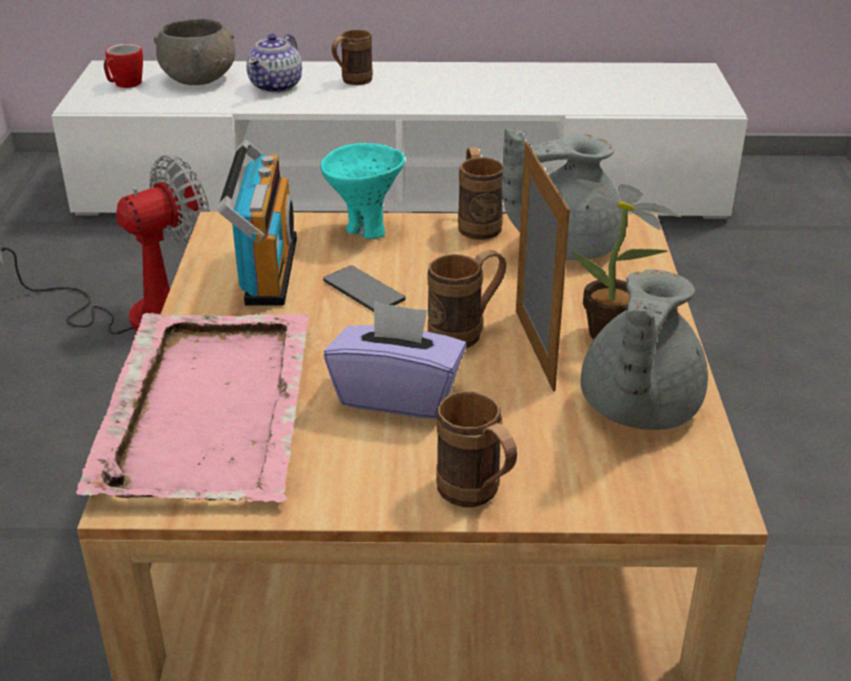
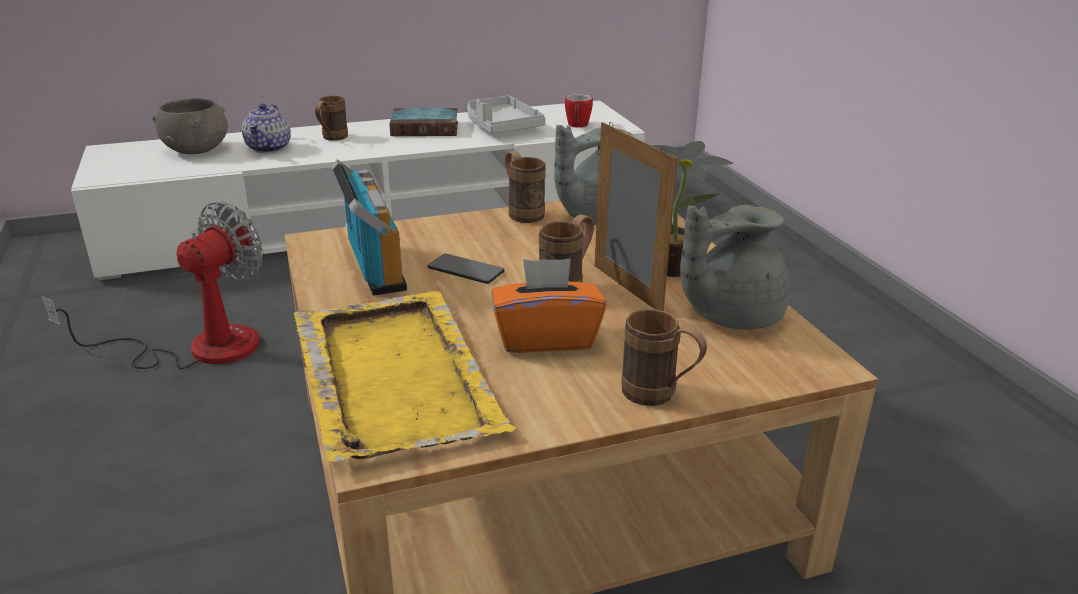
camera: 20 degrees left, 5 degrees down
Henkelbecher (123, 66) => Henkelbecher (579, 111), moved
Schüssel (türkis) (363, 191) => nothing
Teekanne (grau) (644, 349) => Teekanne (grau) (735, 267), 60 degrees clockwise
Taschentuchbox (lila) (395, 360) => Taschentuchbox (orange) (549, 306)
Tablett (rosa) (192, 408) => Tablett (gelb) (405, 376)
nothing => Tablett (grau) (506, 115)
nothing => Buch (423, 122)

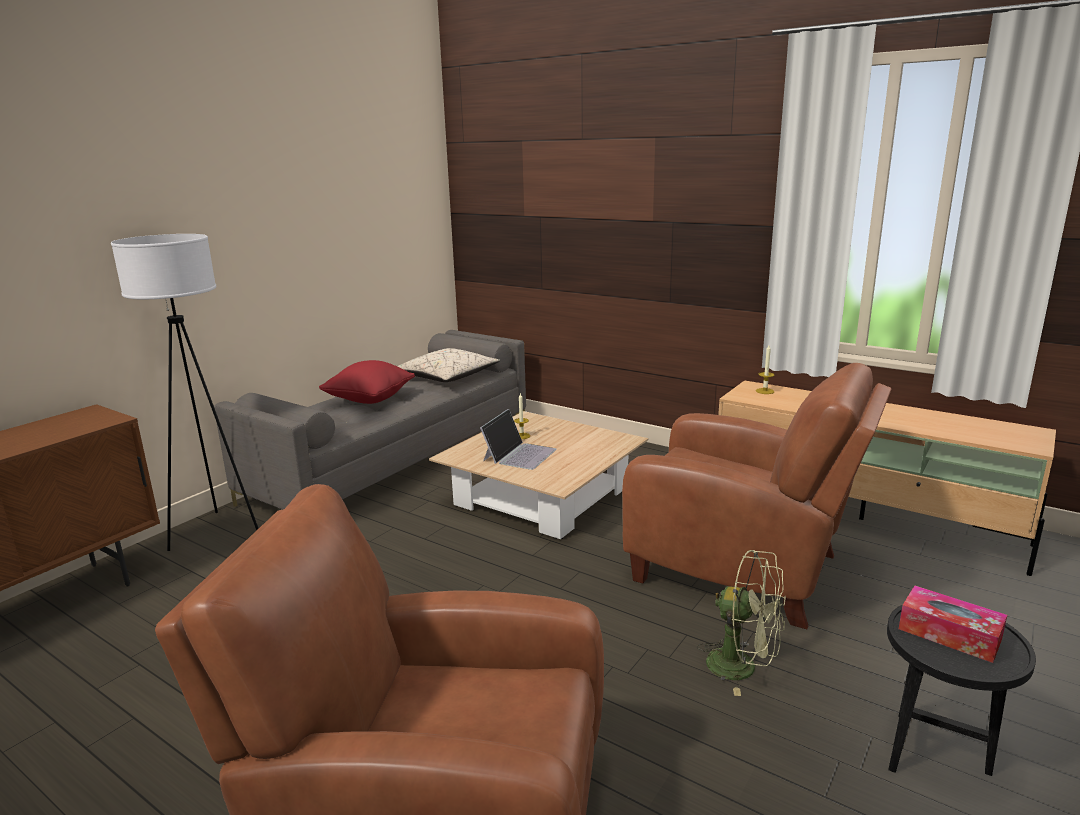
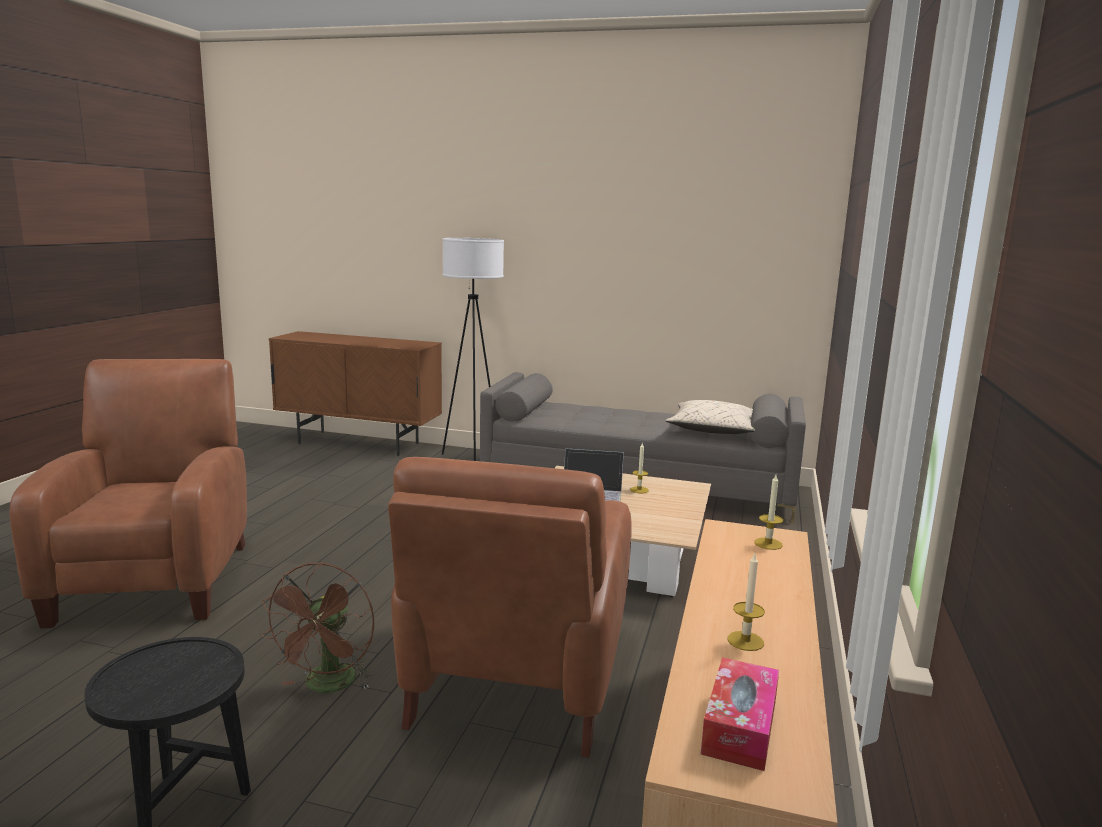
camera: 70 degrees right, 5 degrees down
Kissen (rot) (367, 382) => nothing
Ventilator (grün) (741, 623) => Ventilator (braun) (317, 627)
Taschentuchbox (953, 624) => Taschentuchbox (740, 714), moved
nothing => Kerze (746, 602)

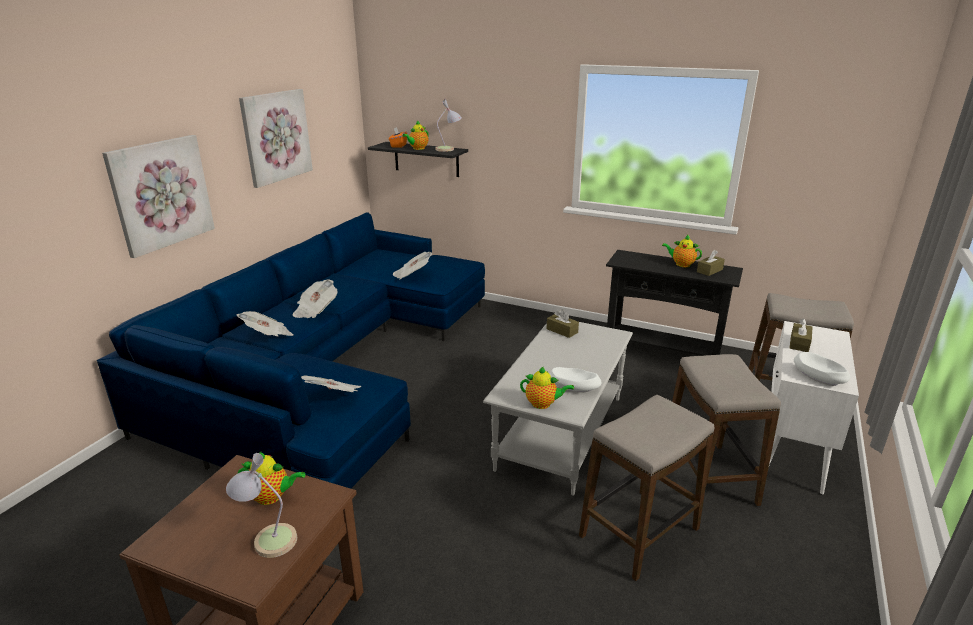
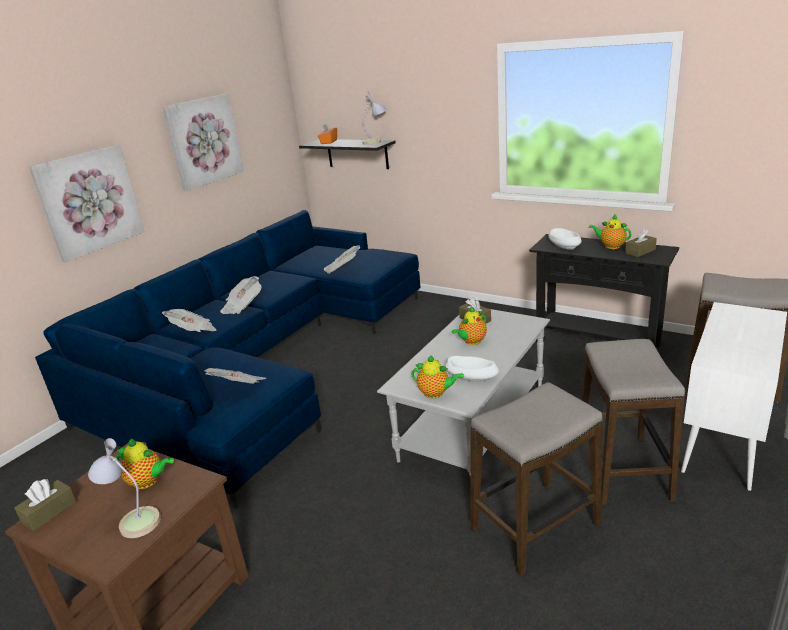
camera: 10 degrees right, 0 degrees up
Teekanne (416, 135) => Teekanne (469, 325), moved
Taschentuchbox (braun) (801, 335) => Taschentuchbox (braun) (46, 505), moved
Schüssel (weiß) (822, 369) => Schüssel (weiß) (565, 239), moved

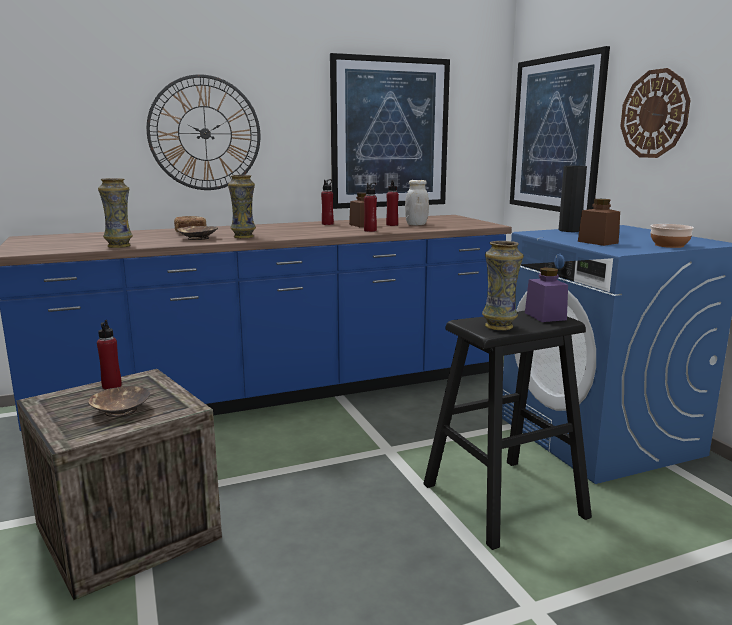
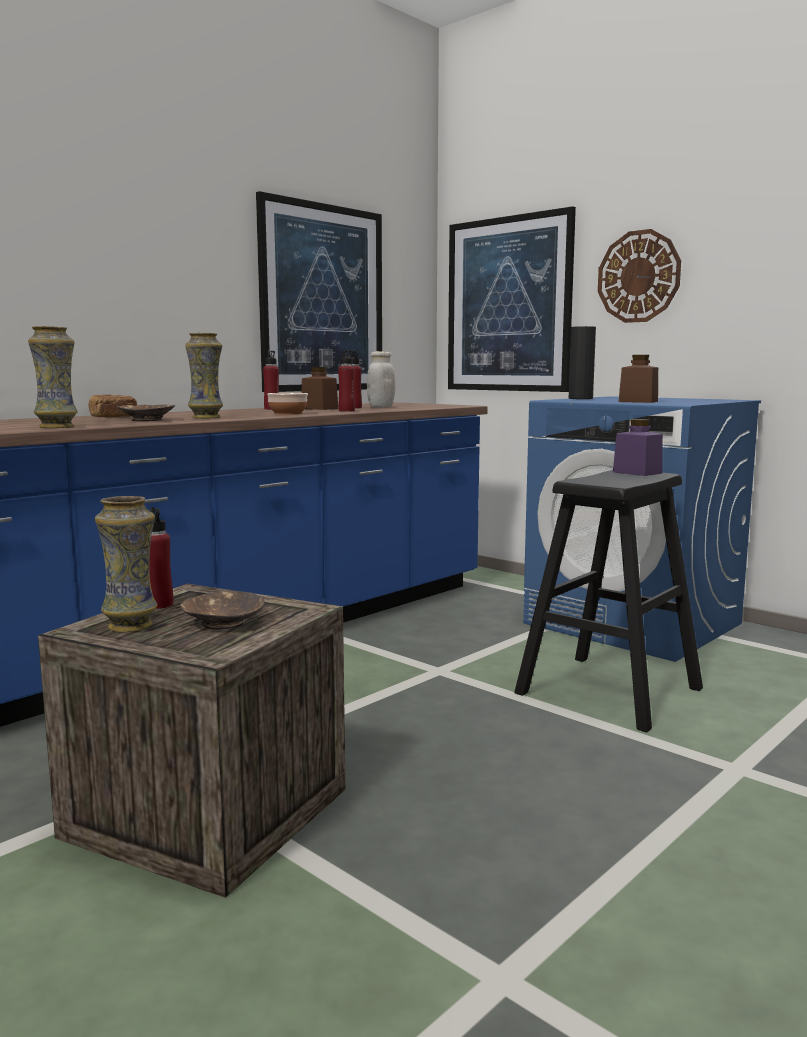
camera: 25 degrees left, 5 degrees down
Wanduhr (203, 132) => nothing
Schüssel (672, 236) => Schüssel (287, 403), moved
Vase (503, 285) => Vase (126, 564), moved

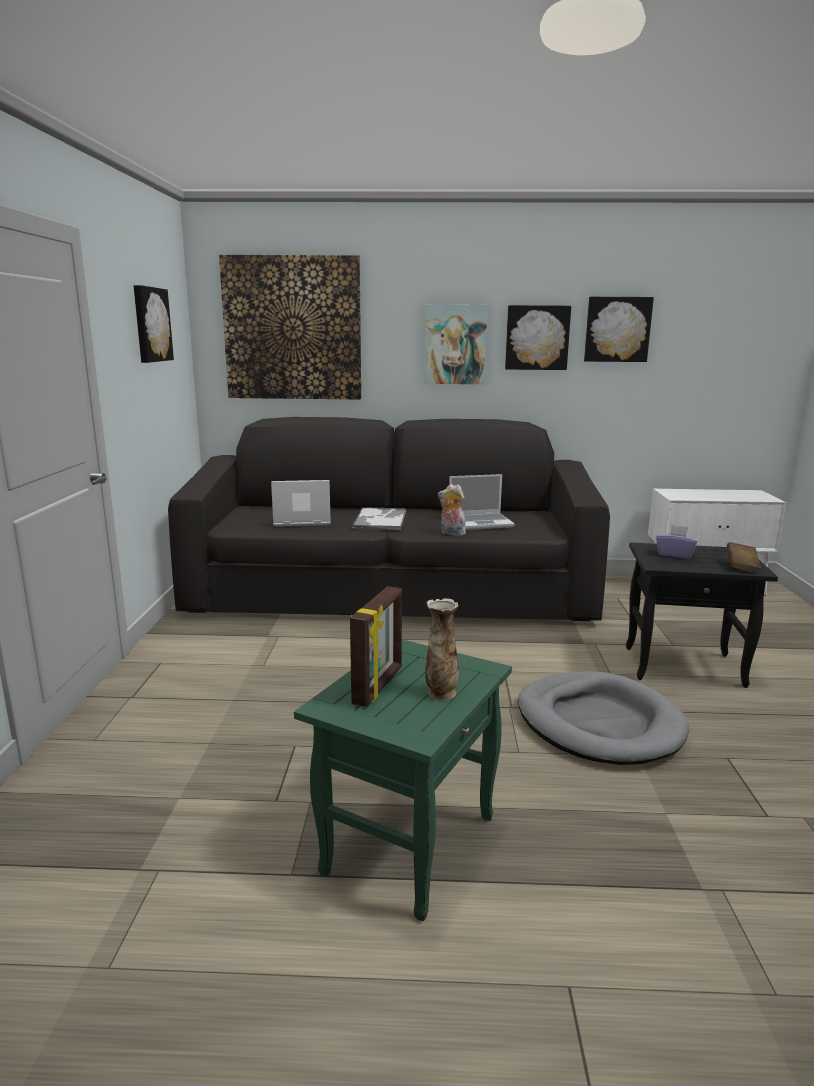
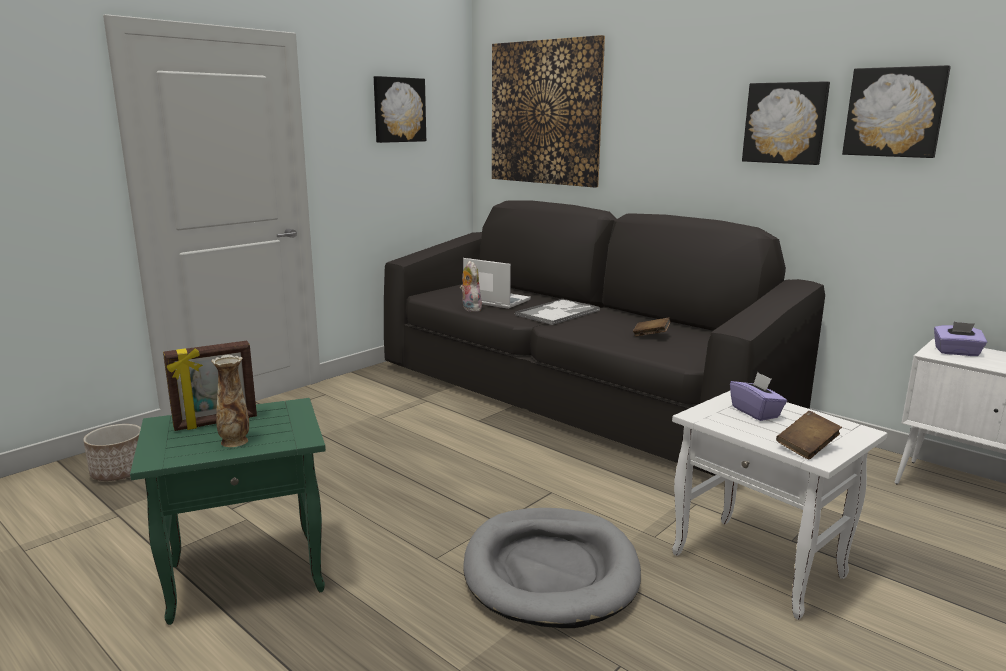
camera: 40 degrees right, 0 degrees up
Bild (456, 344) => nothing
Laptop (482, 502) => Buch (braun) (651, 327)
Plüschtier (452, 510) => Plüschtier (471, 286), moved
Beistelltisch (schwarz) (702, 615) => Beistelltisch (weiß) (780, 505)
nothing => Taschentuchbox (lila) (960, 339)
nothing => Pflanzkübel (112, 452)

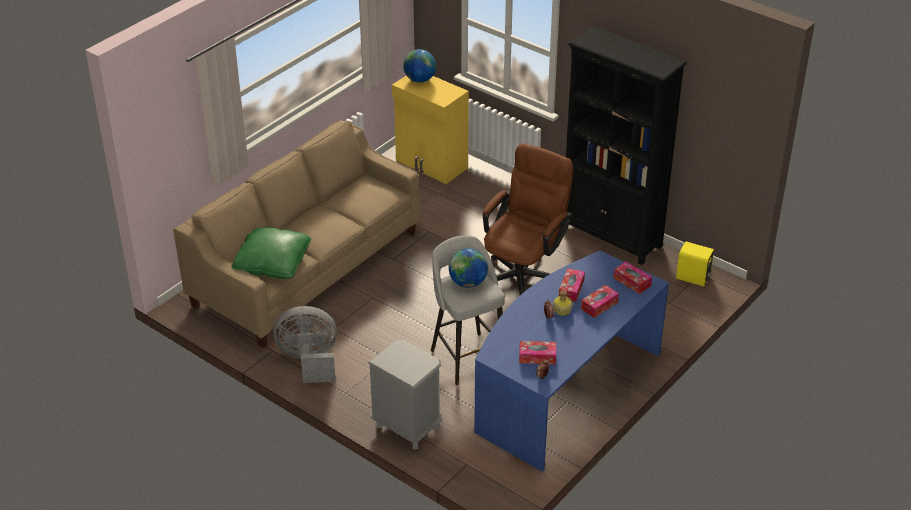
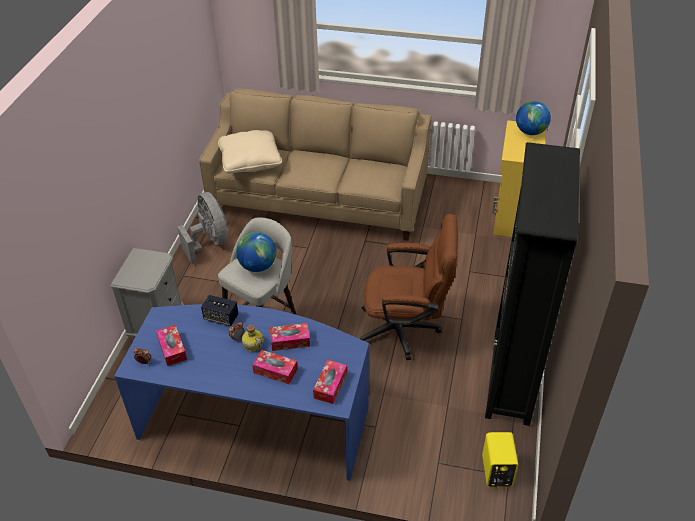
camera: 65 degrees right, 5 degrees up
Kissen (grün) (271, 253) => Kissen (beige) (250, 152)
nothing => Lautsprecher (220, 310)

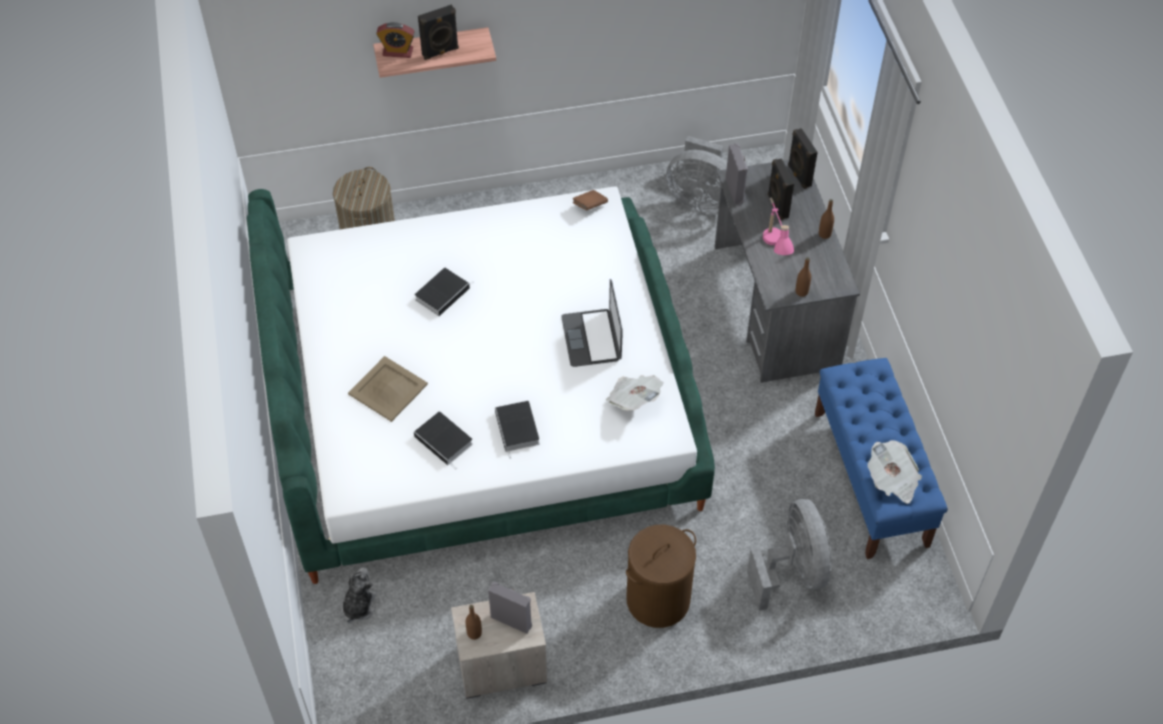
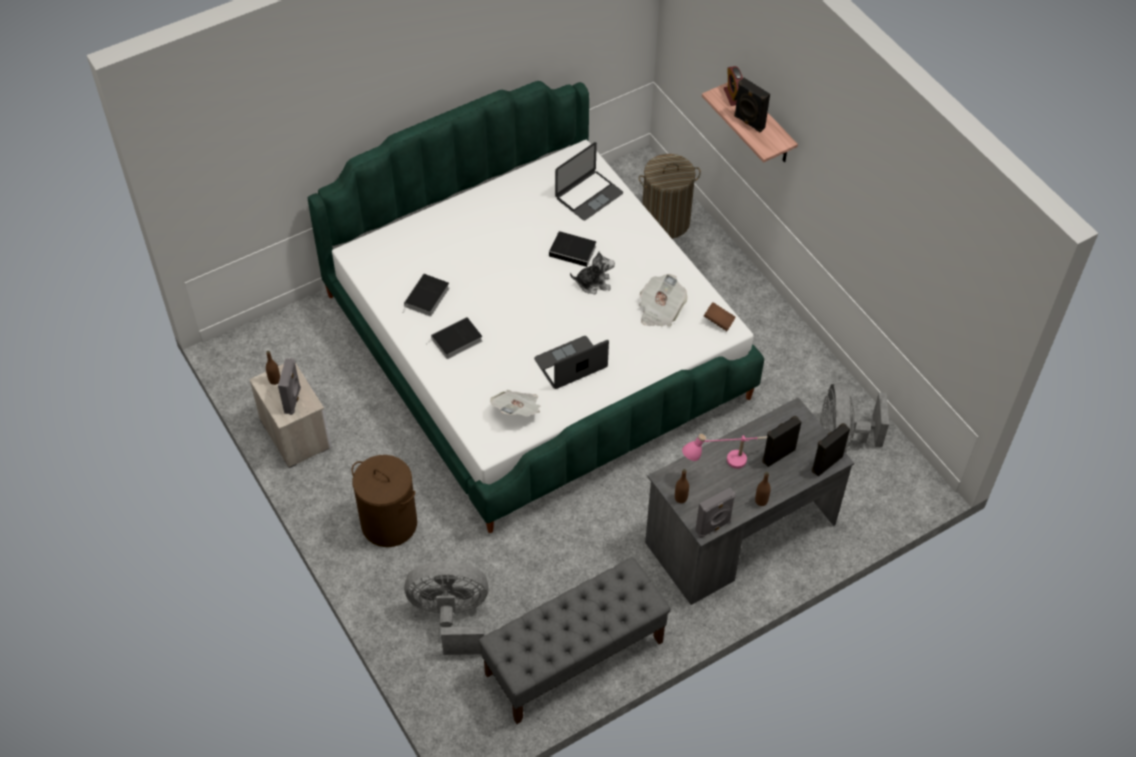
camera: 70 degrees right, 0 degrees up
Lautsprecher (grau) (737, 173) => Lautsprecher (grau) (715, 513), moved
Tablett (beige) (388, 389) => nothing
Bank (blau) (881, 458) => Bank (grau) (575, 640)
Zeitung (895, 472) => Zeitung (663, 300), moved
Ventilator (grau) (789, 555) => Ventilator (grau) (446, 608), 150 degrees counterclockwise
Plüschtier (359, 595) => Plüschtier (592, 272), moved
nothing => Laptop (589, 181)

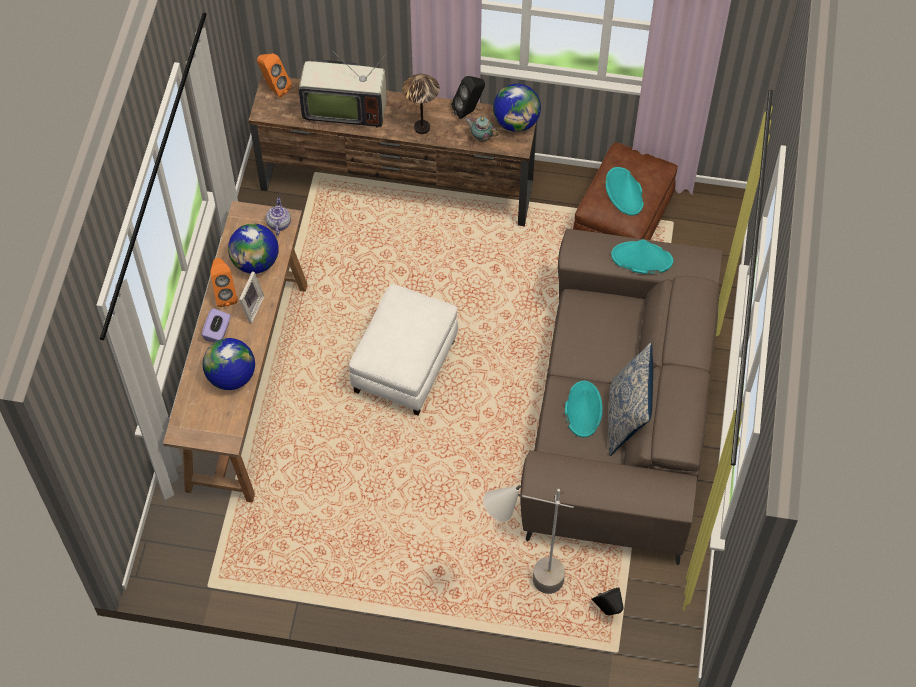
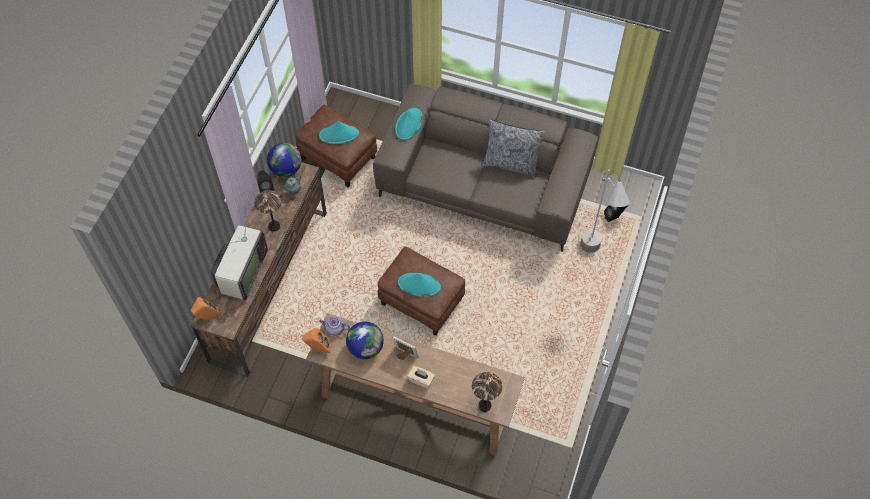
camera: 80 degrees left, 0 degrees up
Lautsprecher (orange) (224, 282) => Lautsprecher (orange) (316, 340), moved
Polsterhocker (weiß) (403, 350) => Polsterhocker (braun) (421, 291)
Taschentuchbox (lila) (216, 325) => Taschentuchbox (beige) (421, 377)
Globus (229, 364) => nothing
Hut (türkis) (584, 409) => Hut (türkis) (419, 285), moved
nothing => Tischlampe (487, 392)

